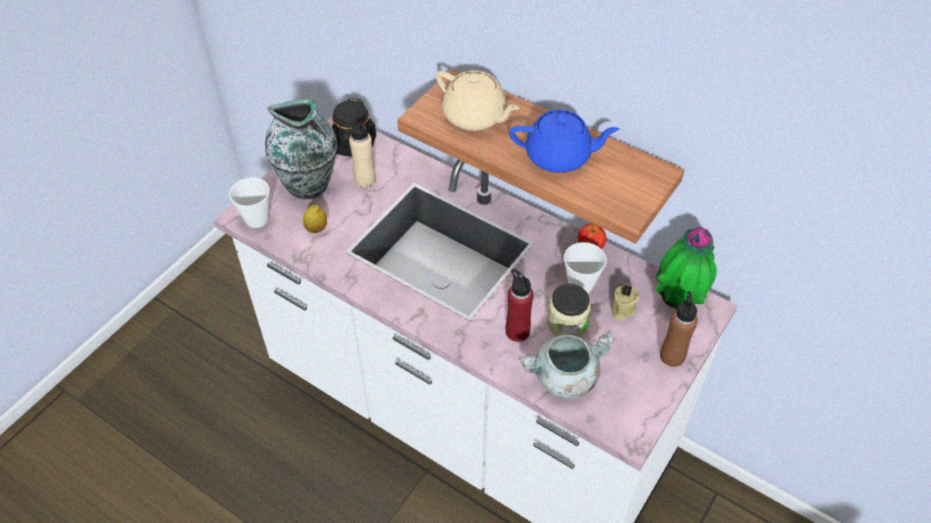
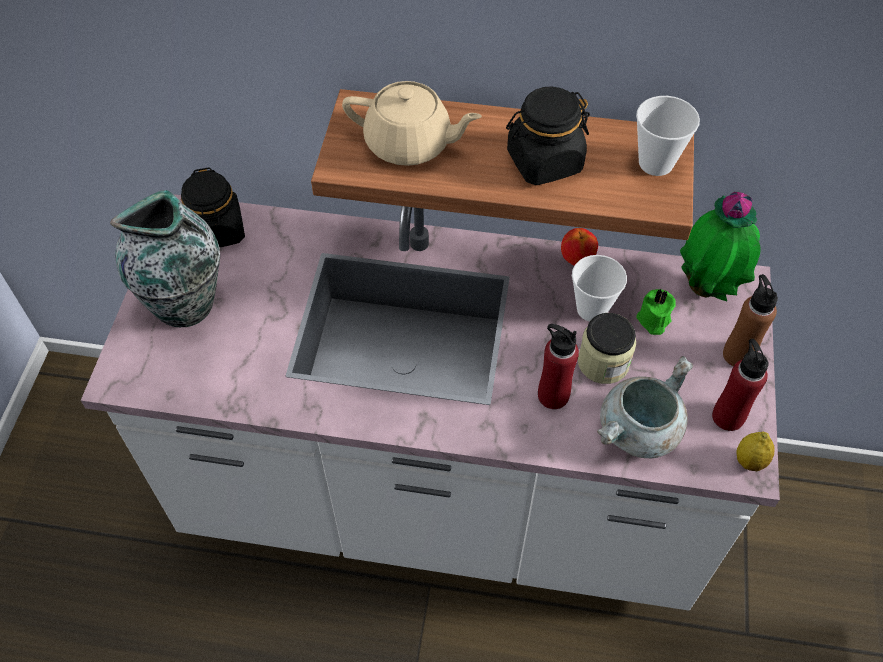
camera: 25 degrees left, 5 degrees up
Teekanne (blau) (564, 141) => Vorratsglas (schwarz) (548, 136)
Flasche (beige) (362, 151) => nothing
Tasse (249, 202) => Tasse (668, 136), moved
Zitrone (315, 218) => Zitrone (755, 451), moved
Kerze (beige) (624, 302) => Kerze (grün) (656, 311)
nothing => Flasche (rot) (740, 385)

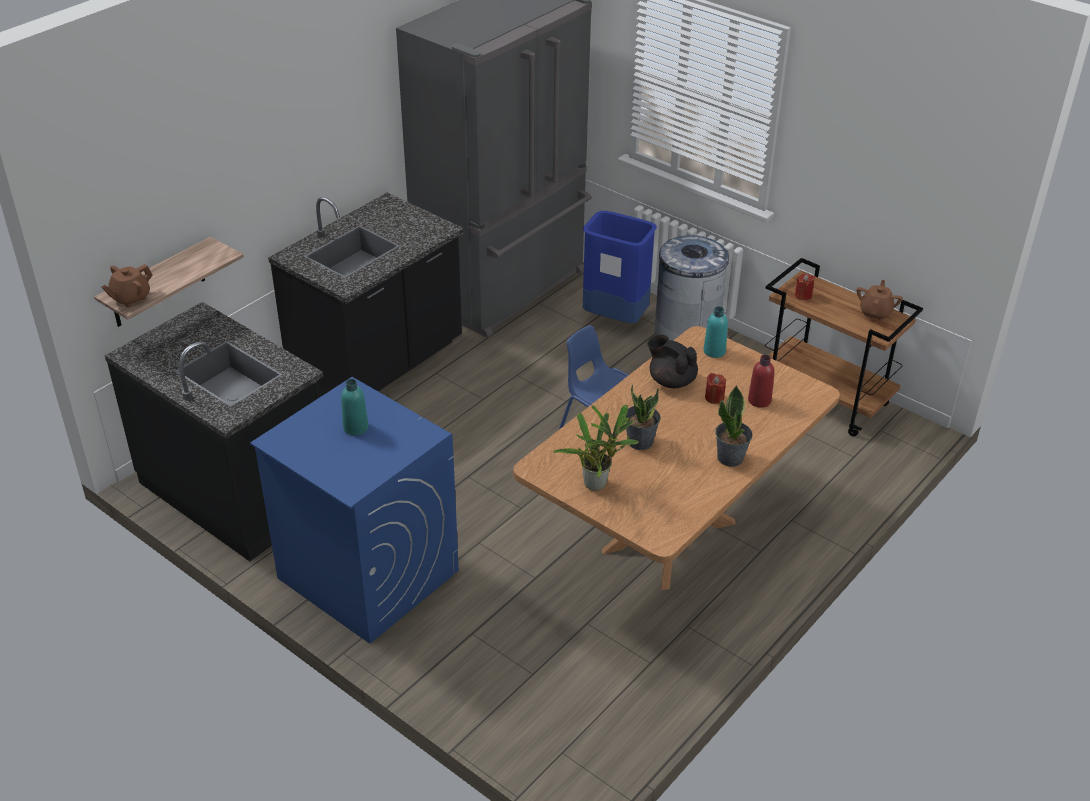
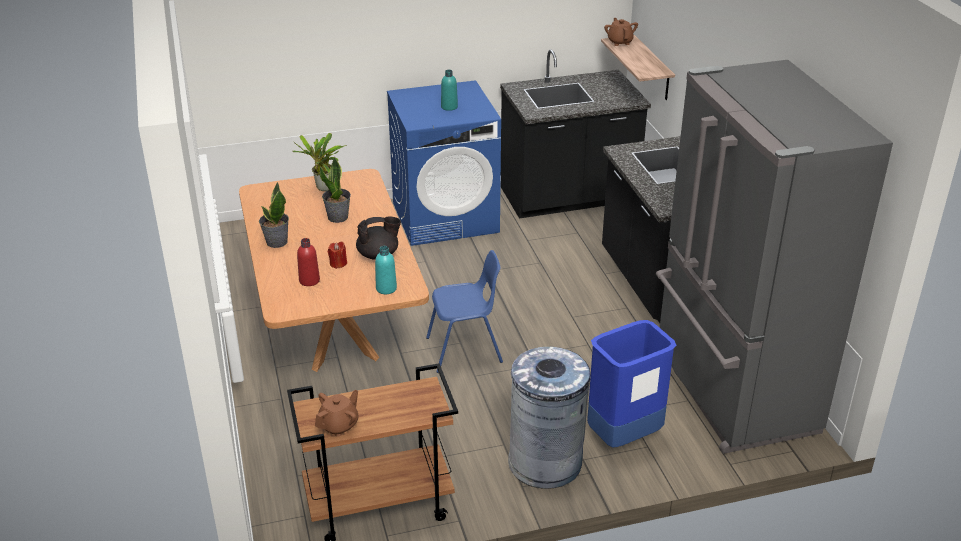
camera: 125 degrees right, 5 degrees down
Kerze (rot) (805, 286) => nothing
Teekanne (braun) (879, 300) => Teekanne (braun) (337, 413), 105 degrees counterclockwise

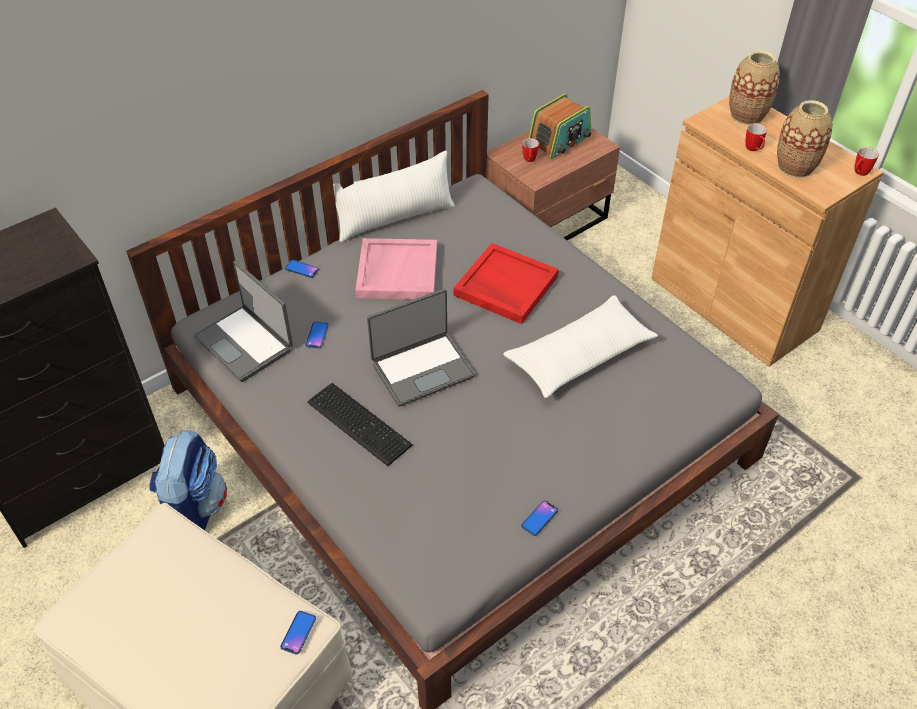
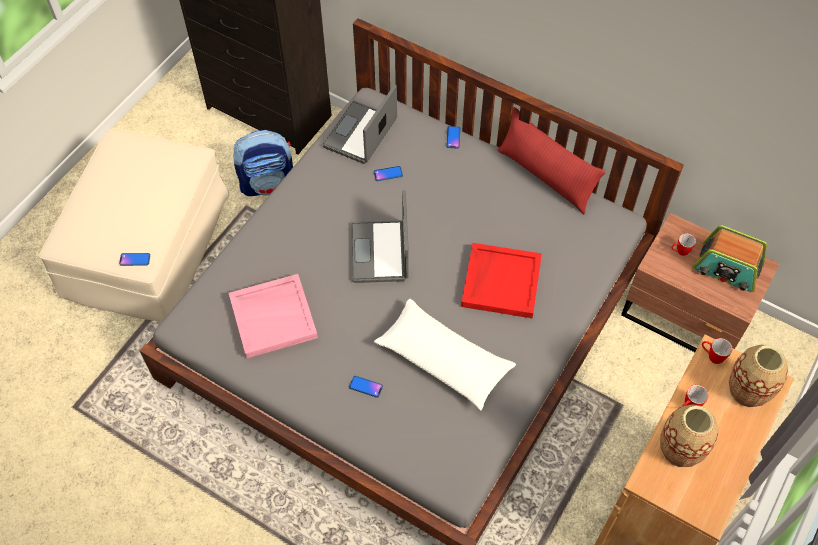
camera: 70 degrees right, 10 degrees up
Henkelbecher (867, 161) => Henkelbecher (717, 351), moved
Kissen (weiß) (394, 196) => Kissen (rot) (552, 160)
Tablett (rosa) (396, 268) => Tablett (rosa) (273, 316), moved
Laptop (421, 348) => Laptop (380, 236), 45 degrees clockwise
Tastatur (360, 424) => nothing
Handy (539, 518) => Handy (366, 387), moved

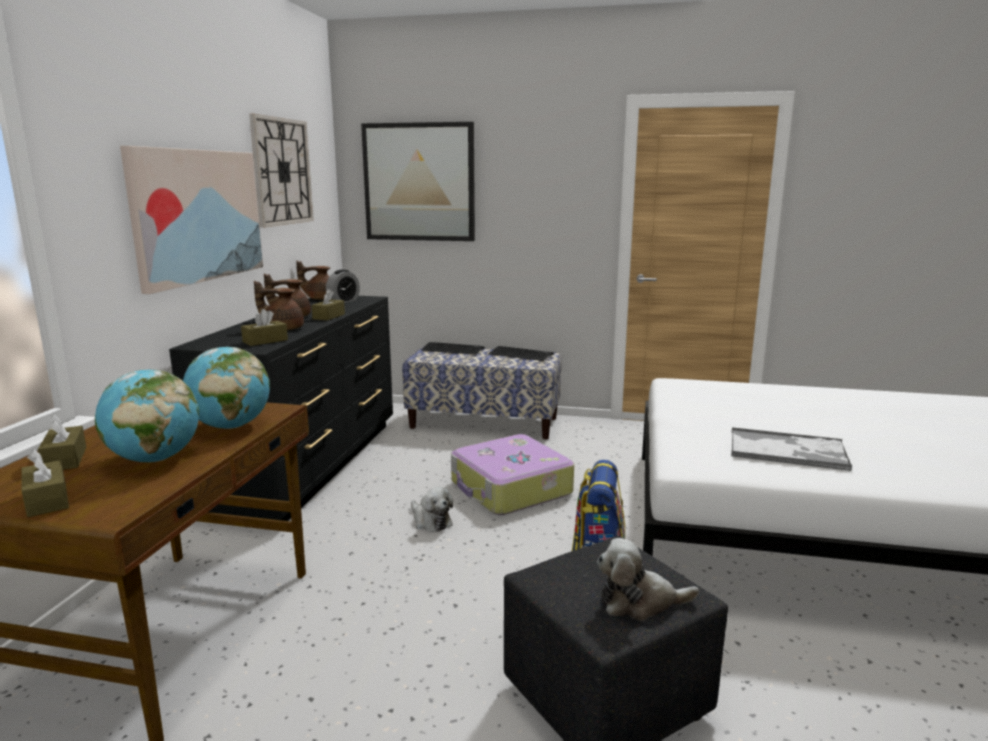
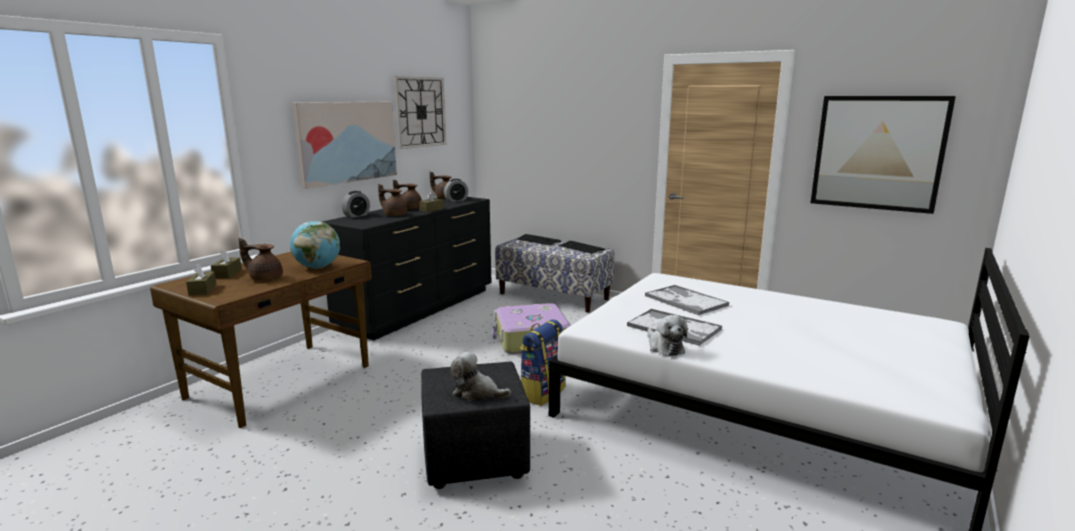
camera: 20 degrees right, 0 degrees up
Bild (418, 181) => Bild (883, 155), moved
Taschentuchbox (braun) (264, 327) => nothing
Globus (147, 415) => Teekanne (braun) (260, 259)
Plüschtier (432, 509) => Plüschtier (667, 335), moved
nothing => Wecker (356, 204)
nothing => Tablett (687, 300)

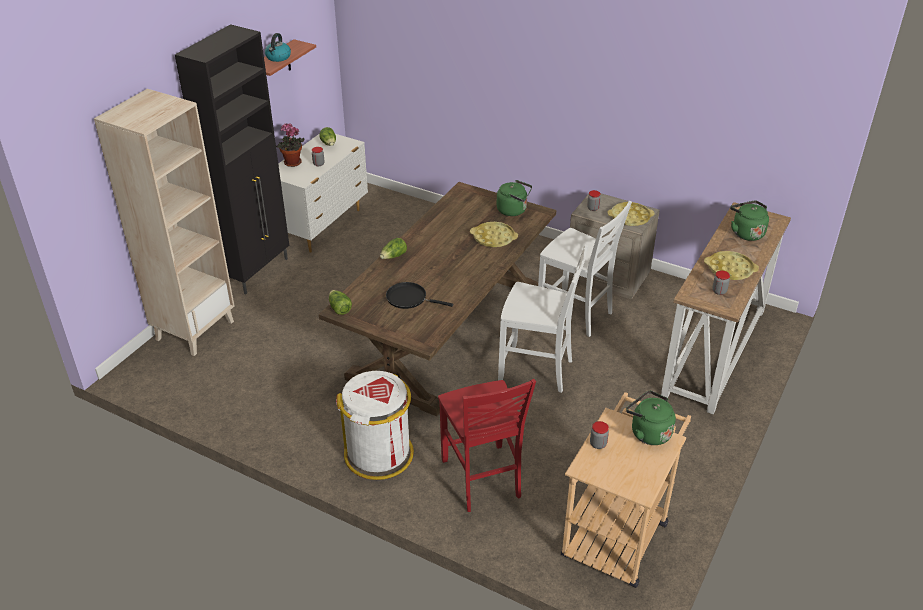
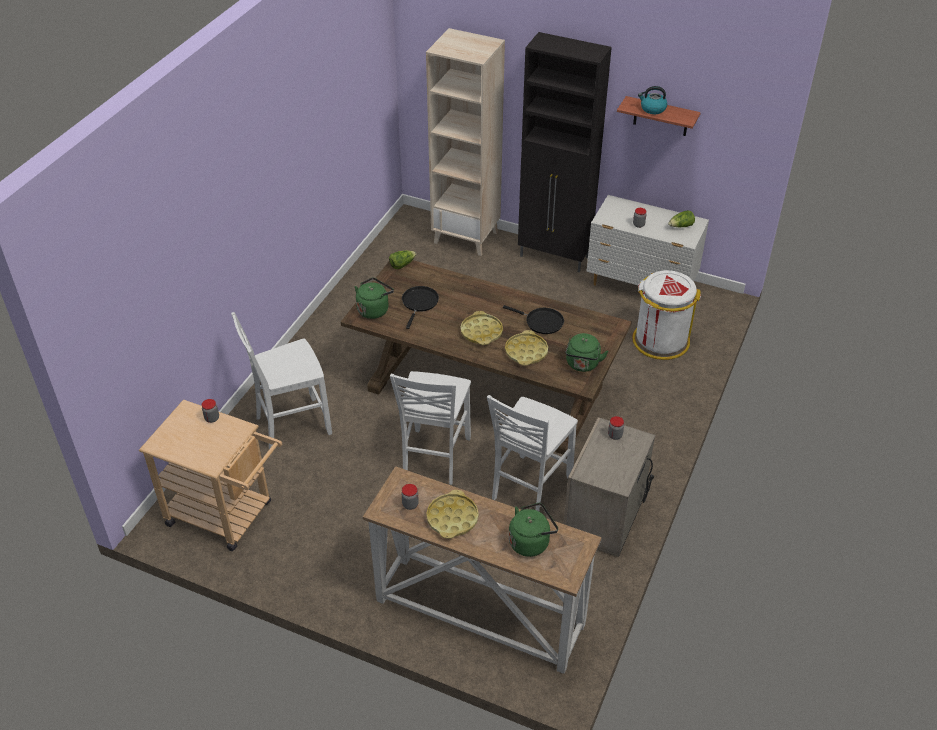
camera: 85 degrees right, 5 degrees up
Topfpflanze (290, 145) => nothing
Tablett (gelb) (631, 214) => Tablett (gelb) (481, 328), moved
Salatkopf (393, 248) => nothing
Mülleimer (weiß) (375, 425) => Mülleimer (weiß) (666, 315), moved
Stuhl (rot) (487, 445) => Stuhl (weiß) (281, 380)
Wasserkessel (grün) (651, 418) => Wasserkessel (grün) (374, 298), moved
nothing => Pfanne (schwarz) (533, 319)

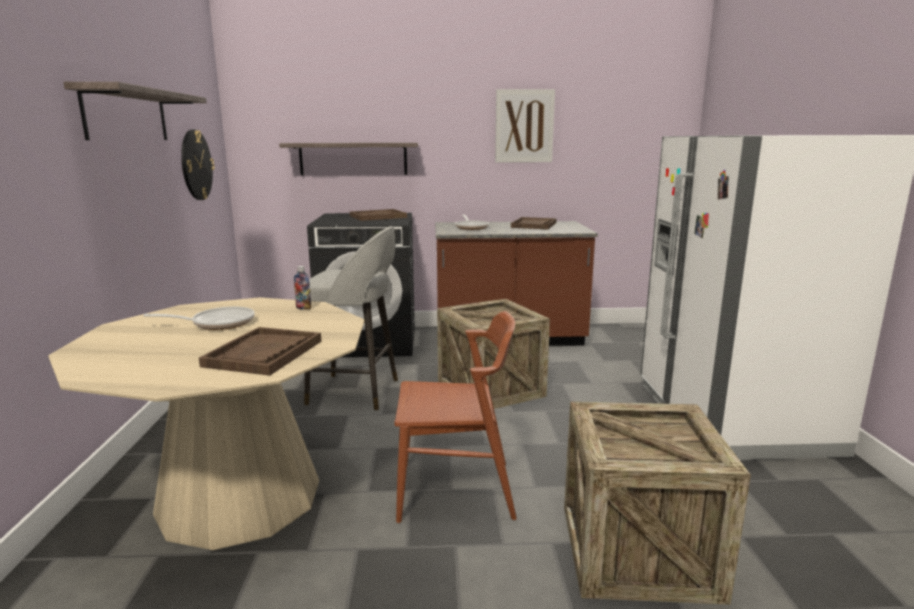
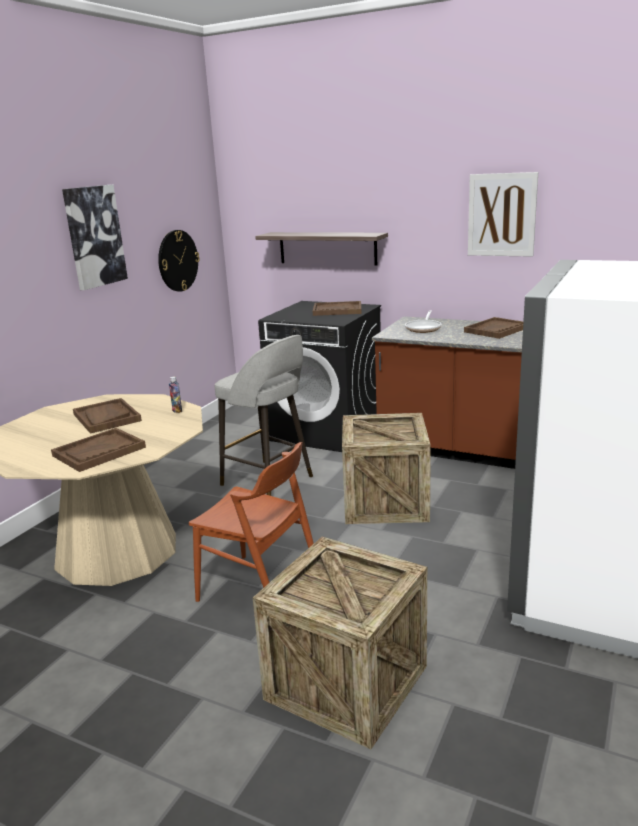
camera: 30 degrees right, 5 degrees up
Wandregal (135, 111) => Bild (95, 237)
Pfanne (198, 318) => Tablett (braun) (107, 416)

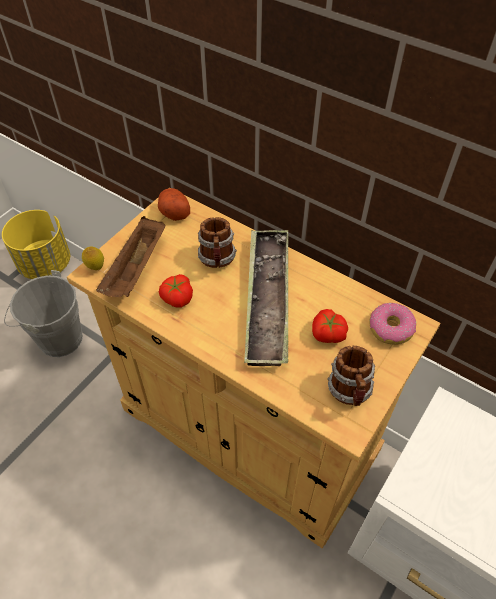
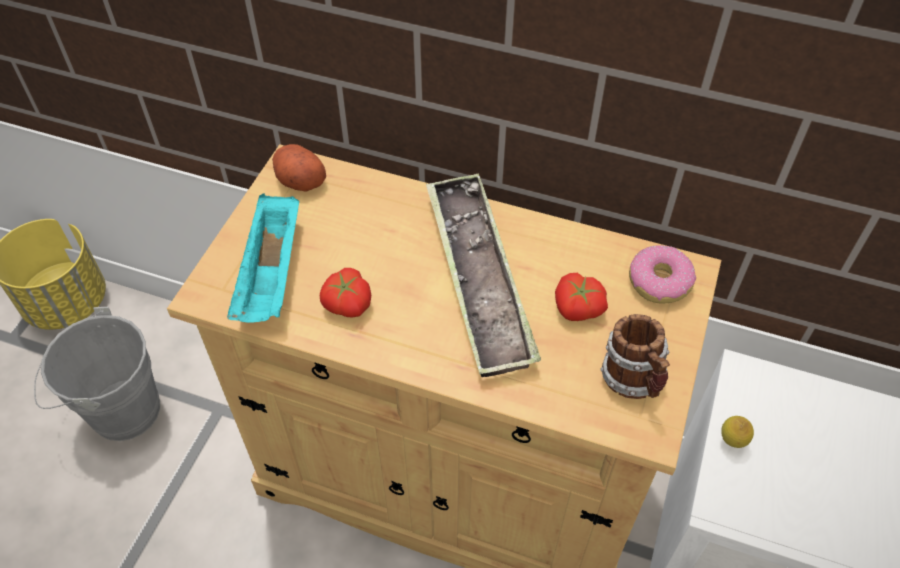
camera: 15 degrees left, 0 degrees up
Tablett (braun) (130, 256) => Tablett (türkis) (263, 258)
Henkelbecher (217, 242) => nothing
Zitrone (93, 258) => Zitrone (737, 432), moved

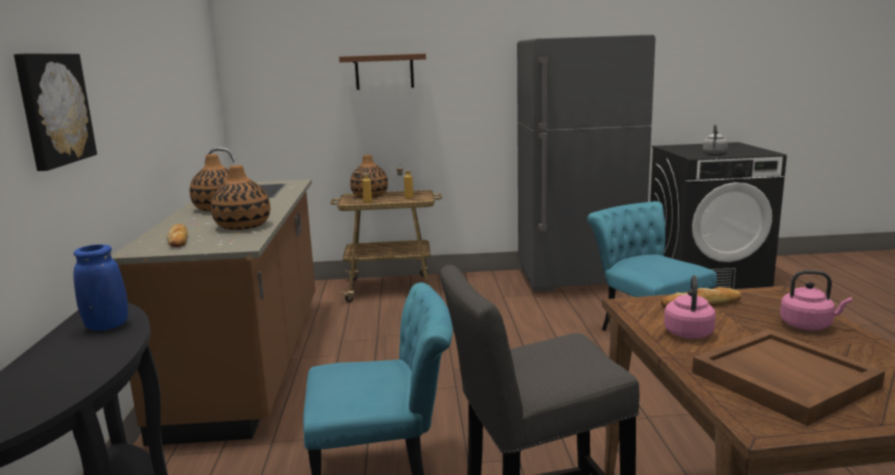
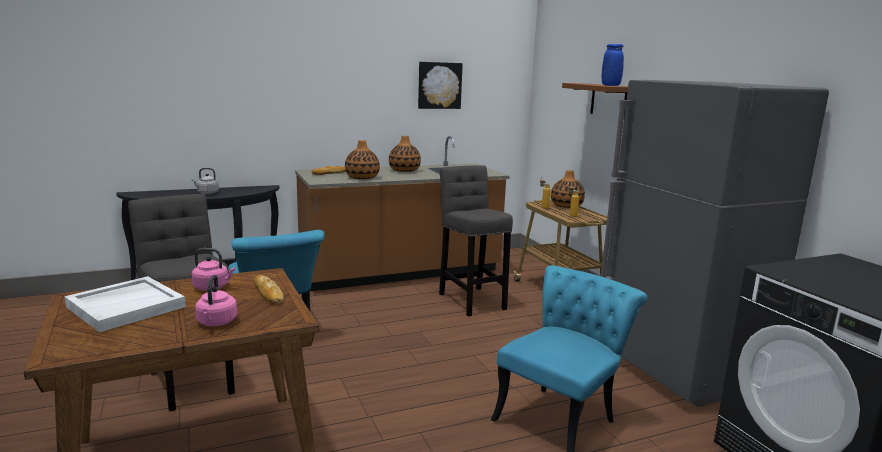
camera: 70 degrees right, 0 degrees up
Bild (55, 112) => Bild (440, 85), moved
Wasserkessel (grau) (715, 139) => Wasserkessel (grau) (205, 181), moved
Vase (blau) (100, 287) => Vase (blau) (613, 65), moved
Tablett (braun) (788, 377) => Tablett (weiß) (125, 304)
nothing => Hocker (grau) (476, 240)

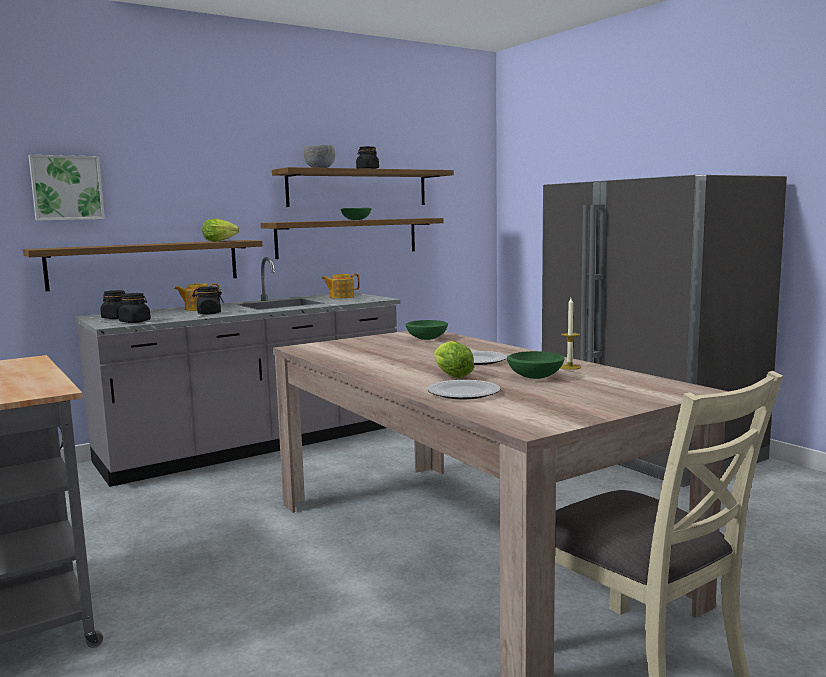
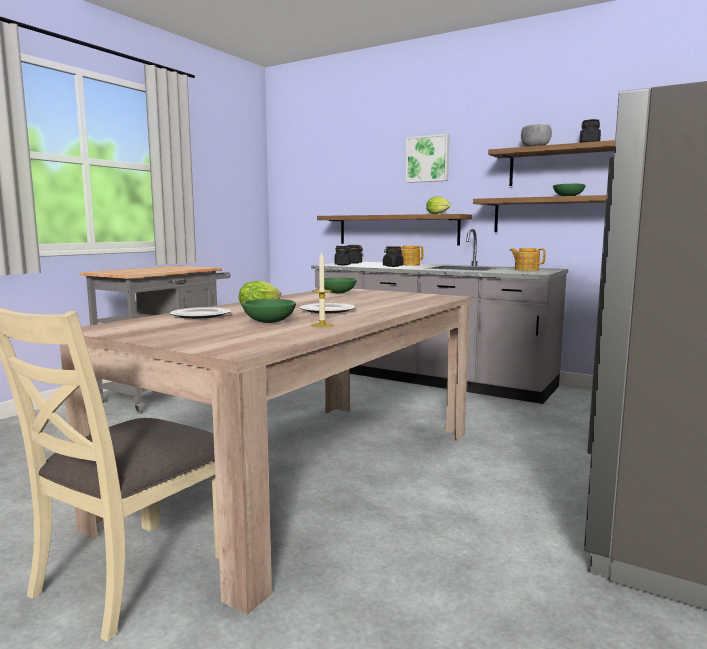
camera: 65 degrees right, 0 degrees up
Bild (66, 188) => Bild (428, 158), moved
Schüssel (grün) (426, 330) => Schüssel (grün) (340, 285), moved

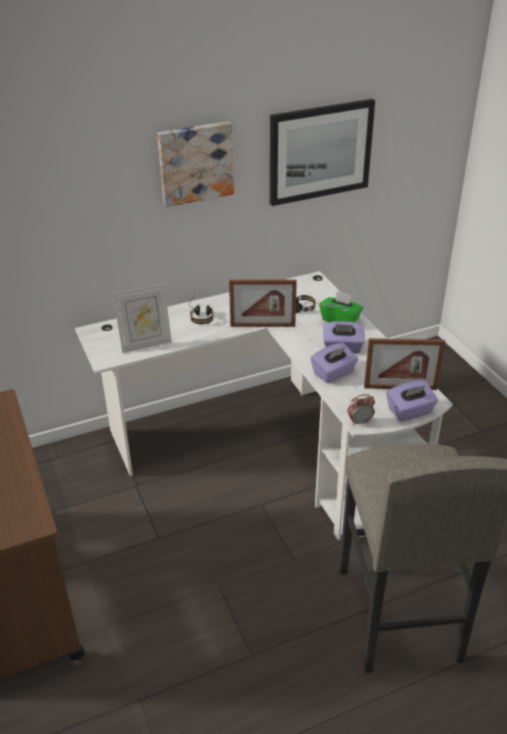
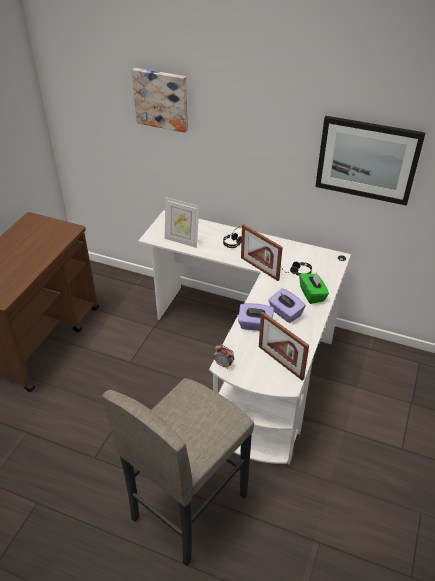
camera: 45 degrees right, 5 degrees up
Bild (195, 164) => Bild (159, 100), moved
Taschentuchbox (lila) (412, 400) => nothing

